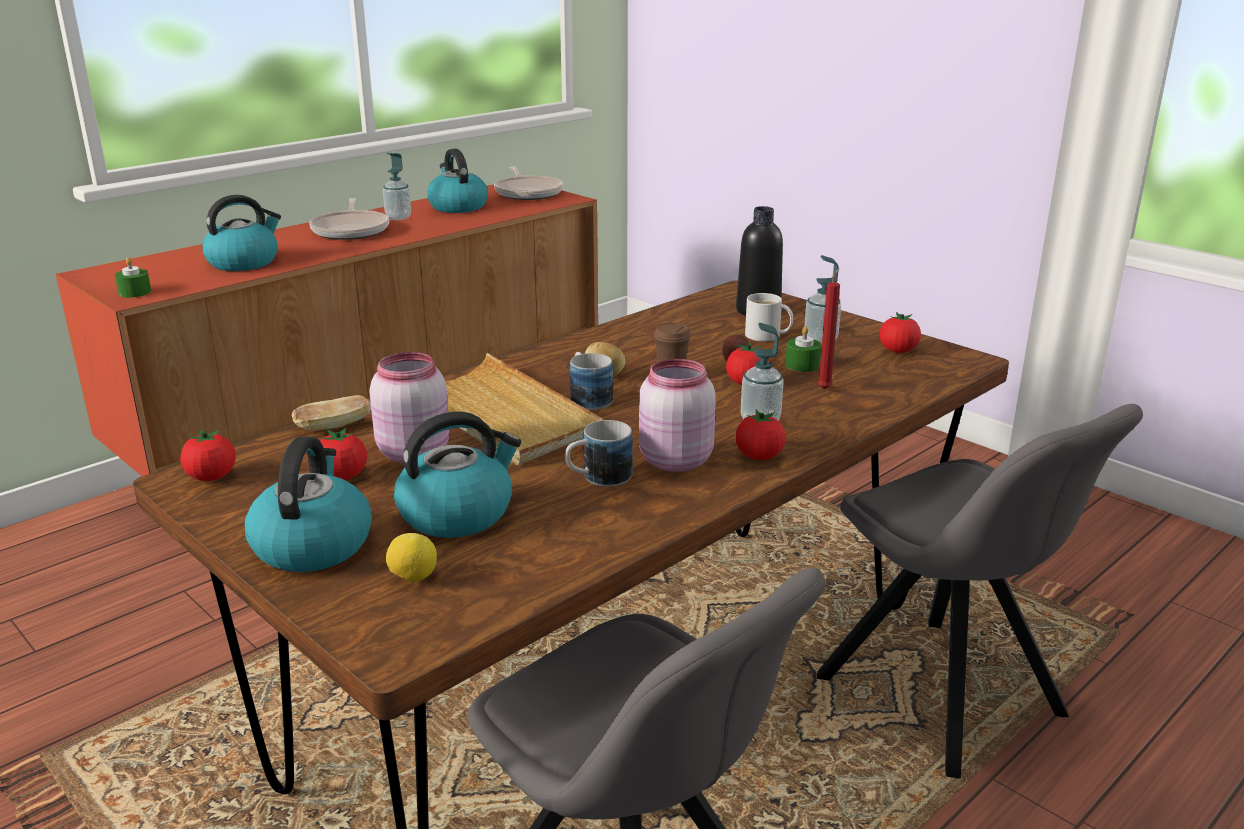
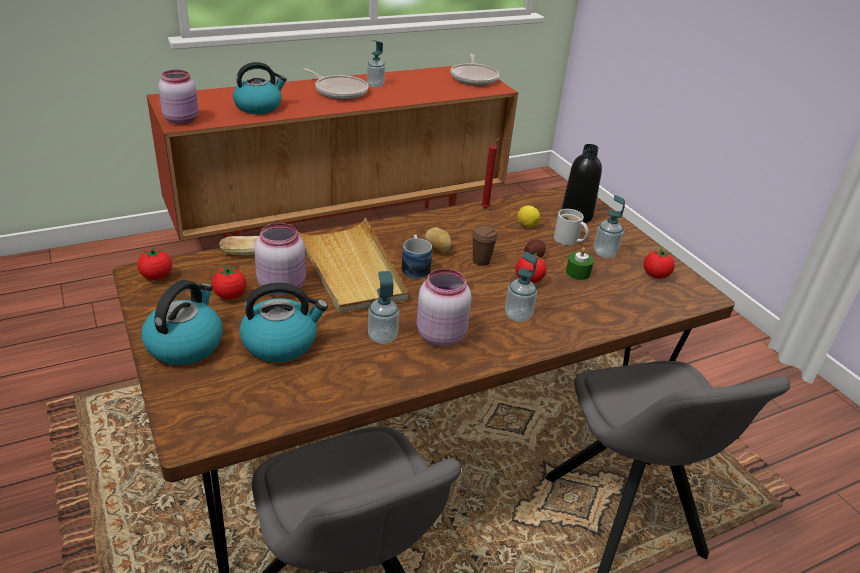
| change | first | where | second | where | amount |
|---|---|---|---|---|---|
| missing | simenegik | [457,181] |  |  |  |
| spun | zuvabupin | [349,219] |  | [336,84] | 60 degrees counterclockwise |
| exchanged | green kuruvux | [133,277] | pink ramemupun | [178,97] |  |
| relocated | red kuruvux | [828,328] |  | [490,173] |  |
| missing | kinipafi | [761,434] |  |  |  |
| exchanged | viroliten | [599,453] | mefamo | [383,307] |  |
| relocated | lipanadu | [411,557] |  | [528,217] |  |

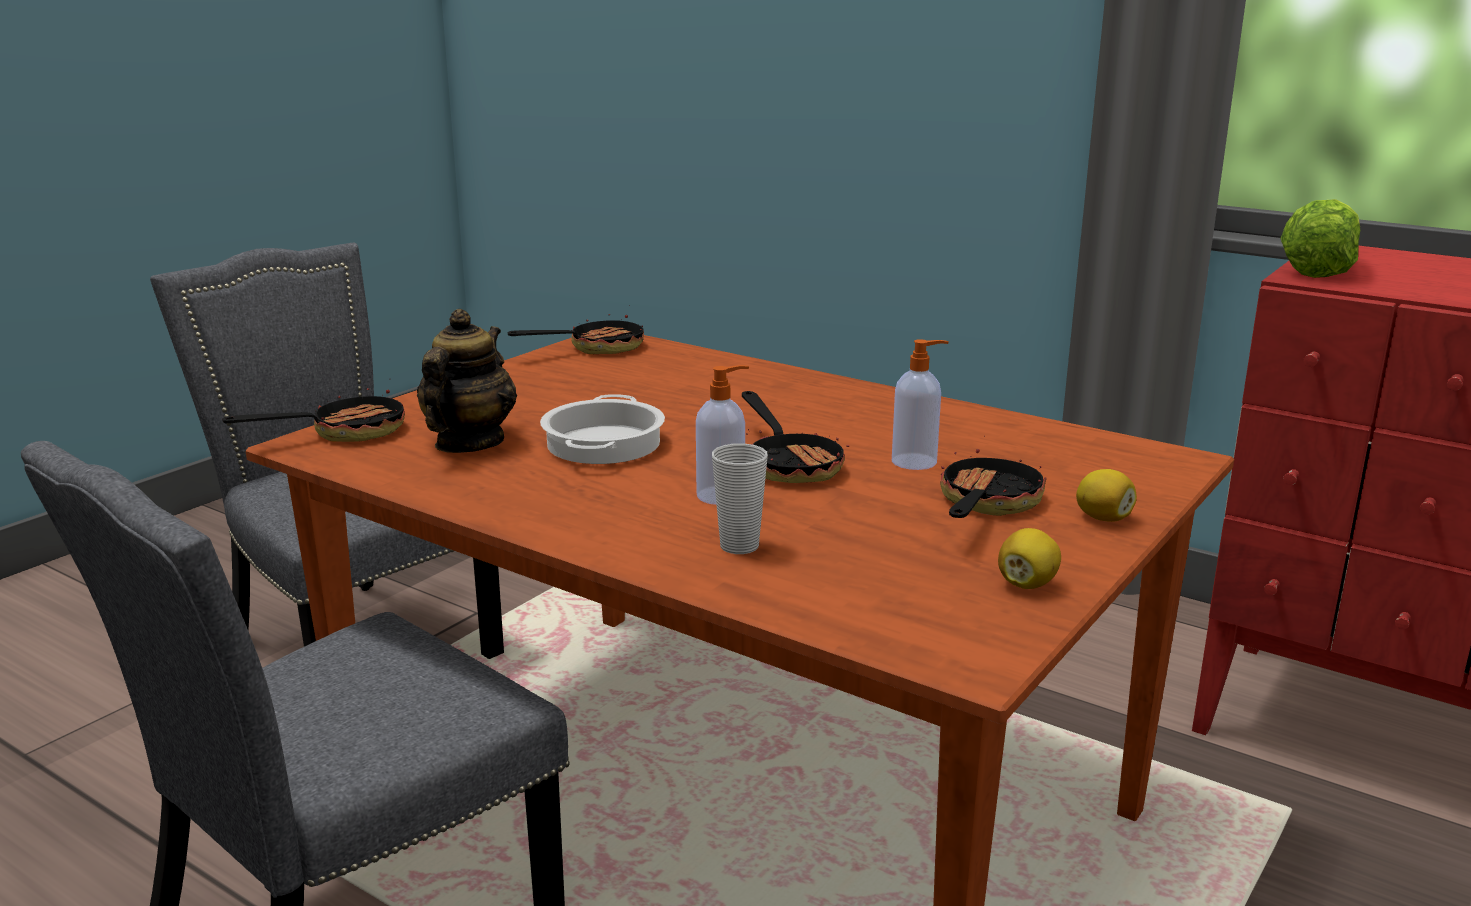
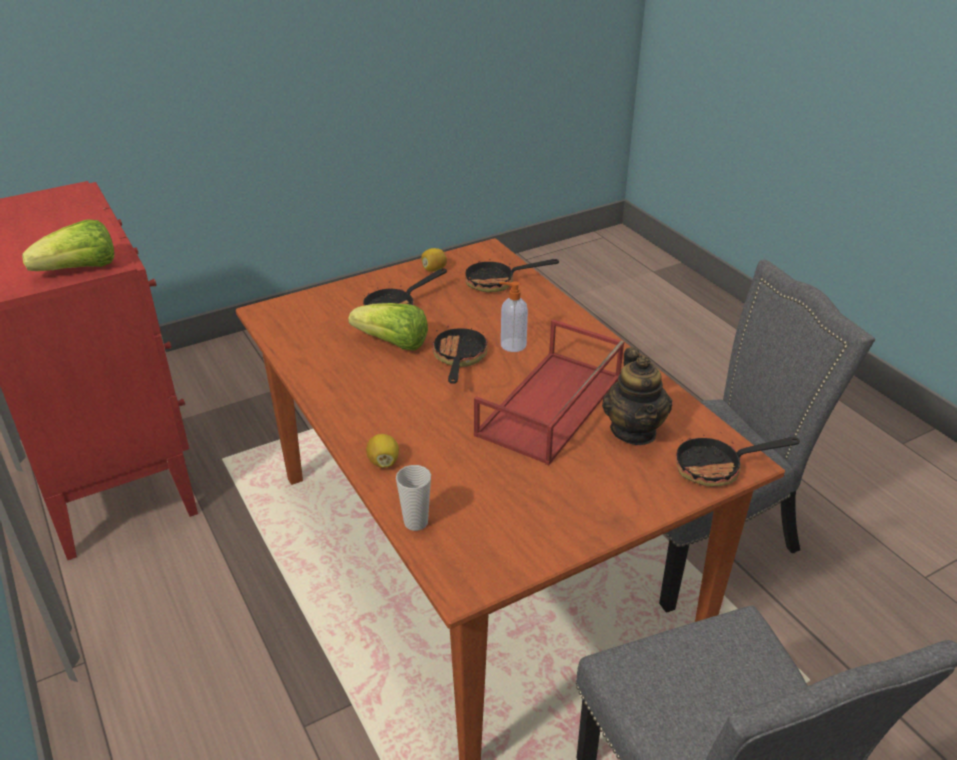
| change | first | where | second | where | amount |
|---|---|---|---|---|---|
| relocated | zuvabupin | [576,329] |  | [512,274] |  |
| spun | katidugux | [467,381] |  | [637,396] | 45 degrees counterclockwise |
| exchanged | mefamo | [920,404] | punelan | [388,327] |  |
| exchanged | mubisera | [602,429] | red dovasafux | [549,392] |  |
| relocated | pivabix | [740,498] |  | [413,498] |  |
| relocated | lipanadu | [1106,495] |  | [382,451] |  |

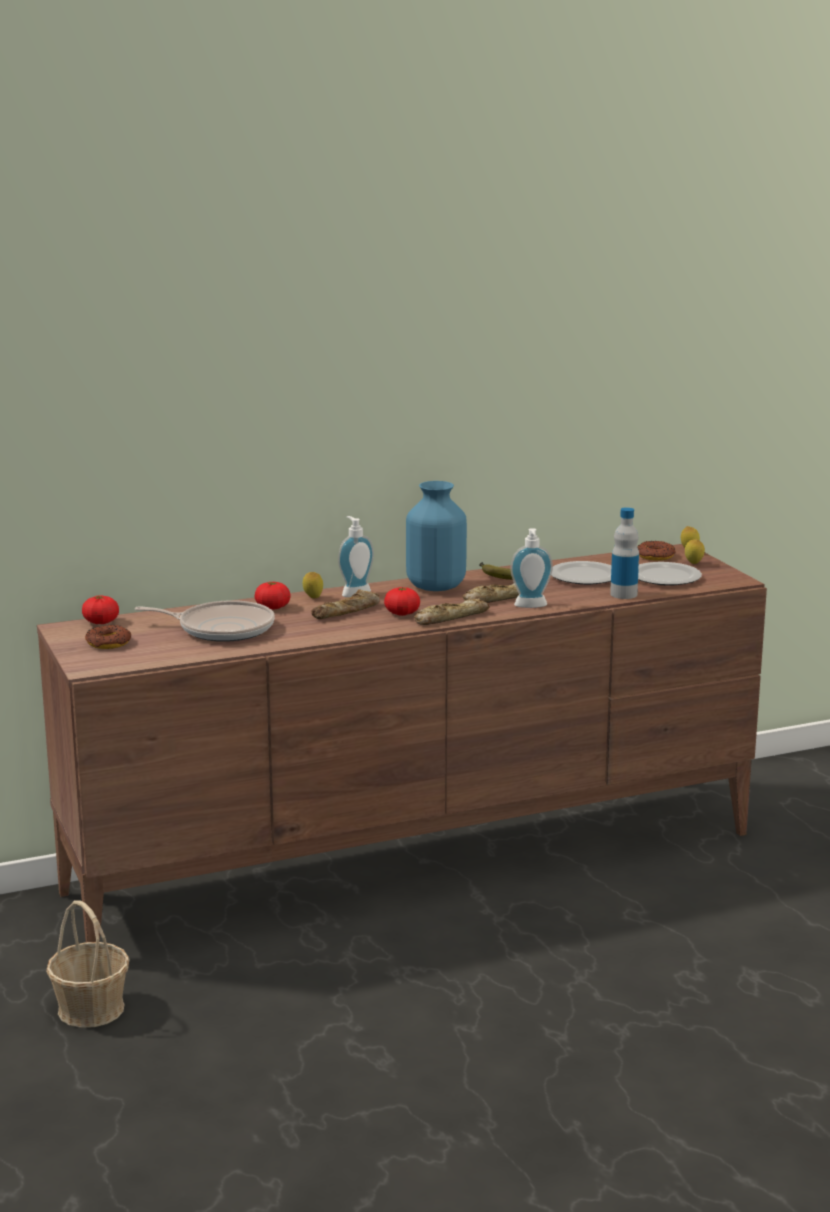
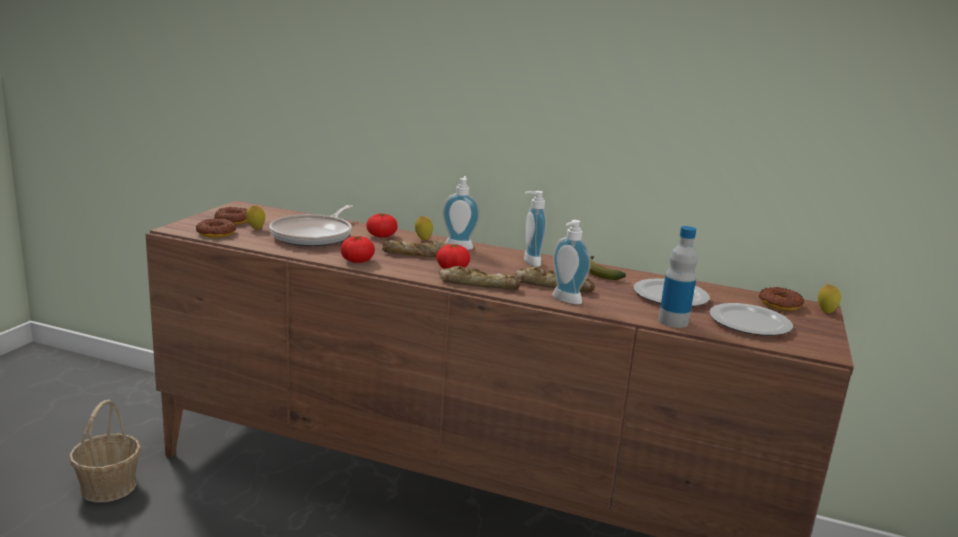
| change | first | where | second | where | amount |
|---|---|---|---|---|---|
| exchanged | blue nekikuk | [436,536] | mefamo | [535,229] |  |
| relocated | lipanadu | [695,551] |  | [255,217] |  |
| relocated | kinipafi | [100,609] |  | [357,249] |  |
| spun | zuvabupin | [205,621] |  | [311,225] | 60 degrees clockwise |
| appeared |  |  | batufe | [216,228] |  |

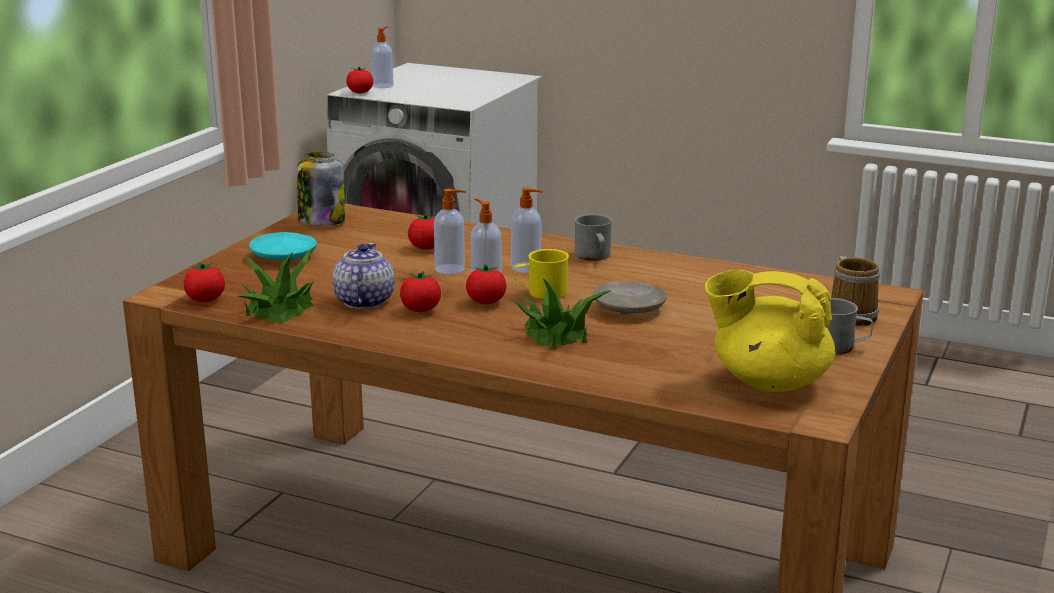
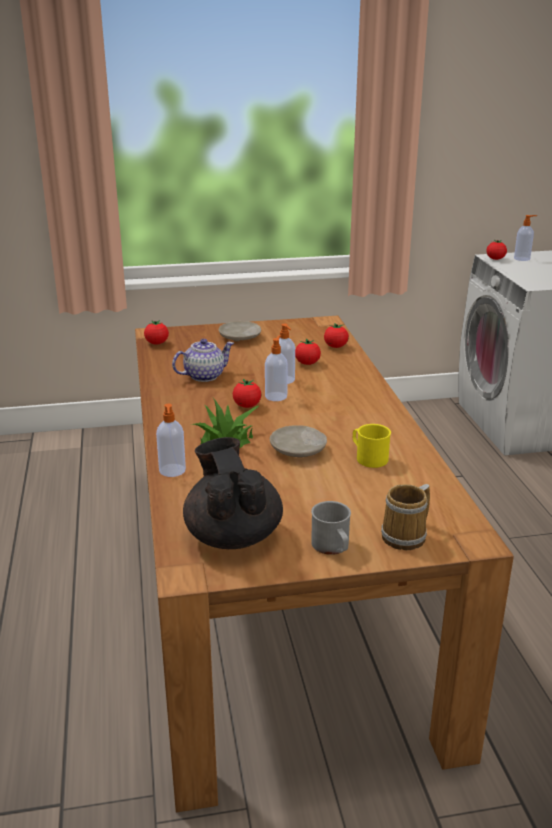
| change | first | where | second | where | amount |
|---|---|---|---|---|---|
| missing | ramemupun | [321,189] |  |  |  |
| relocated | mefamo | [527,230] |  | [171,440] |  |
| missing | grey viroliten | [593,237] |  |  |  |
| colour | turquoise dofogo | [283,247] | beige dofogo | [240,331] |  |
| missing | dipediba | [275,285] |  |  |  |
| relocated | yellow viroliten | [541,274] |  | [372,446] |  |
| colour | yellow katidugux | [770,331] | black katidugux | [233,493] |  |
| relocated | kinipafi | [420,291] |  | [336,335] |  |

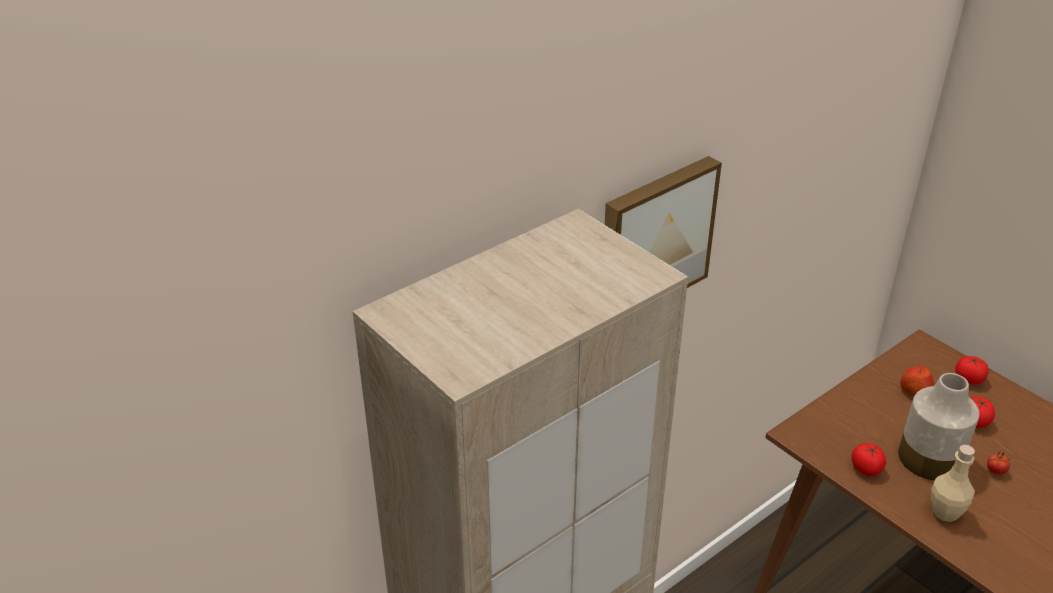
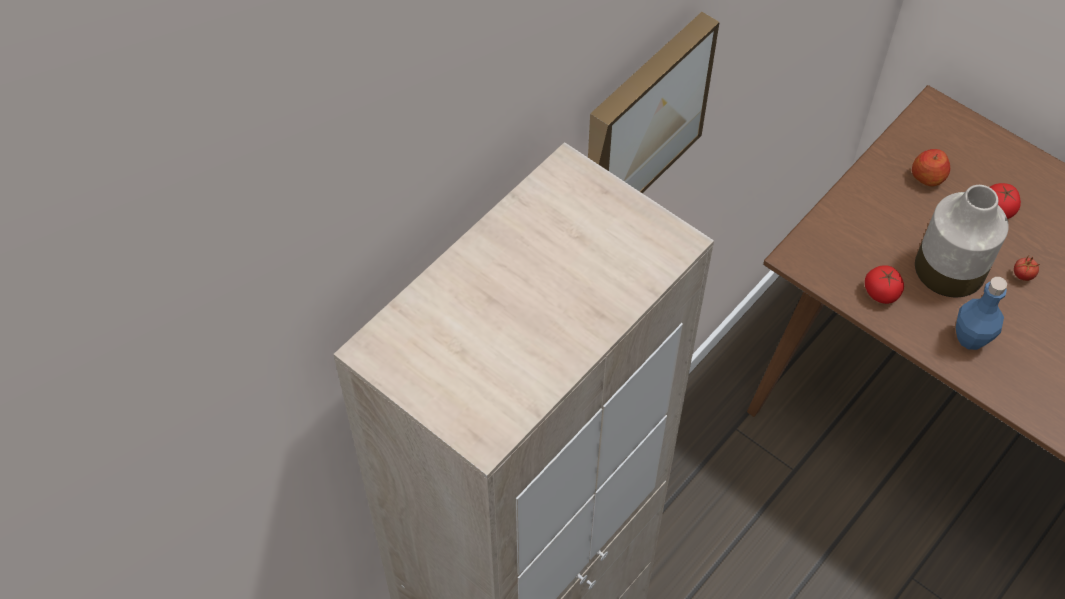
| change | first | where | second | where | amount |
|---|---|---|---|---|---|
| missing | kinipafi | [972,370] |  |  |  |
| colour | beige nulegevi | [953,483] | blue nulegevi | [981,313] |  |

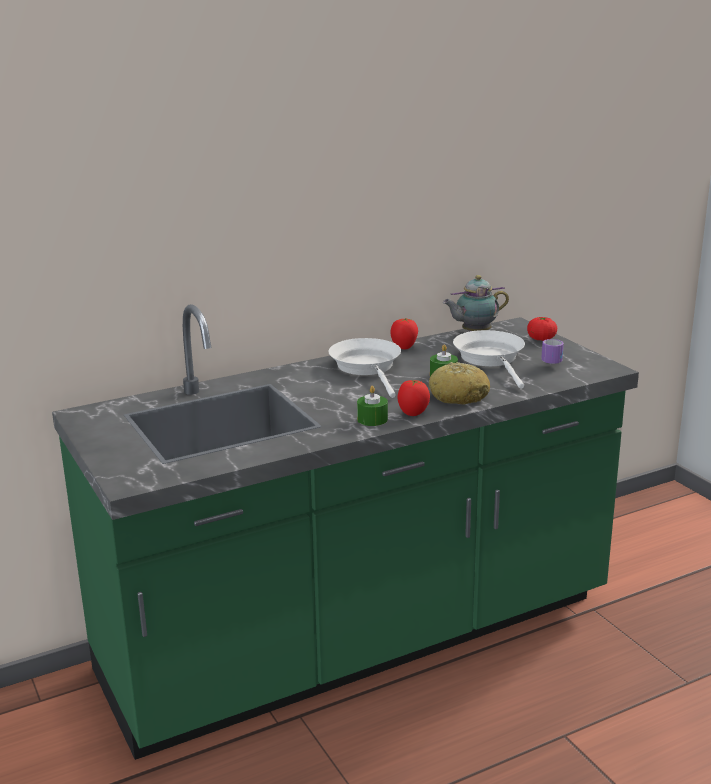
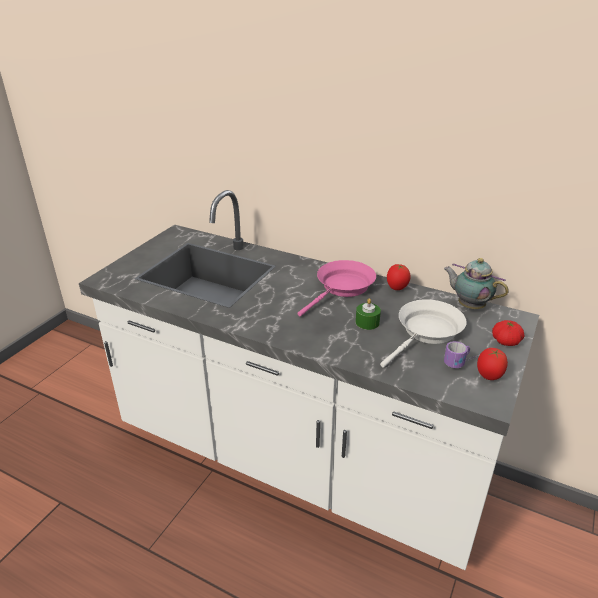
| change | first | where | second | where | amount |
|---|---|---|---|---|---|
| colour | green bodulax | [345,532] | white bodulax | [309,380] |  |
| colour | white zuvabupin | [364,368] | pink zuvabupin | [337,288] |  |
| missing | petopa | [459,383] |  |  |  |
| relocated | kinipafi | [414,398] |  | [492,364] |  |
| missing | green kuruvux | [372,406] |  |  |  |

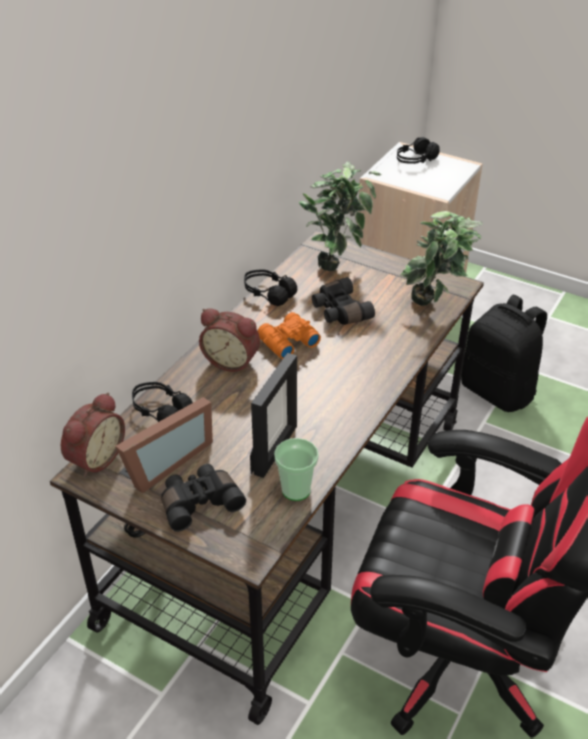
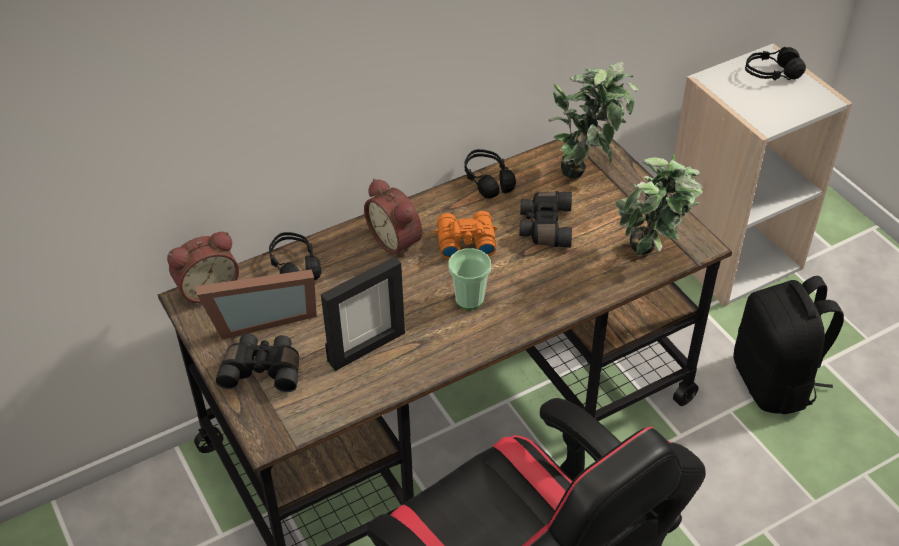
| change | first | where | second | where | amount |
|---|---|---|---|---|---|
| relocated | pivabix | [296,469] |  | [469,279] |  |

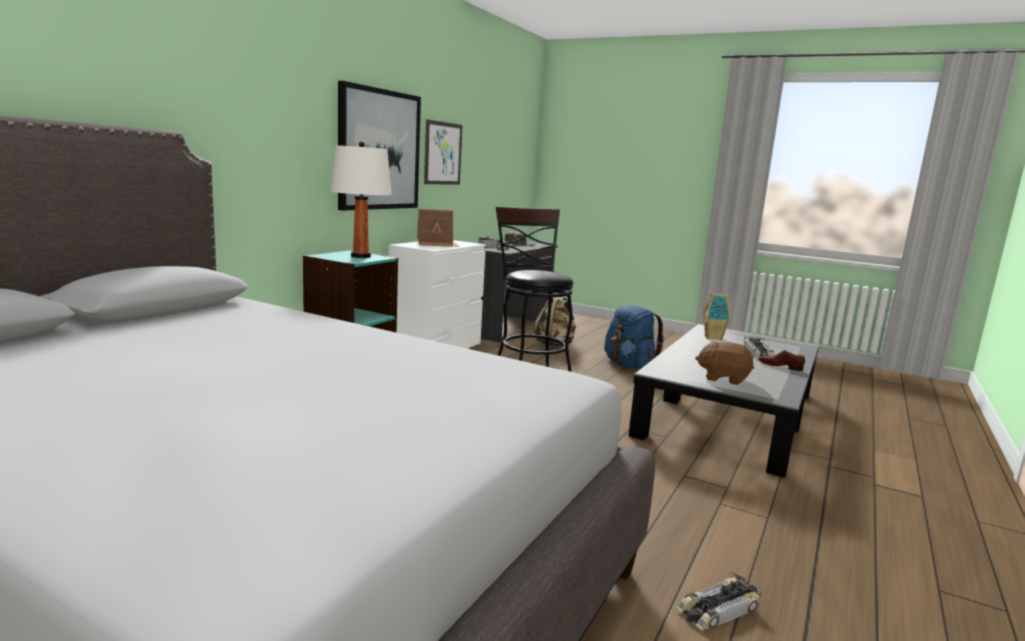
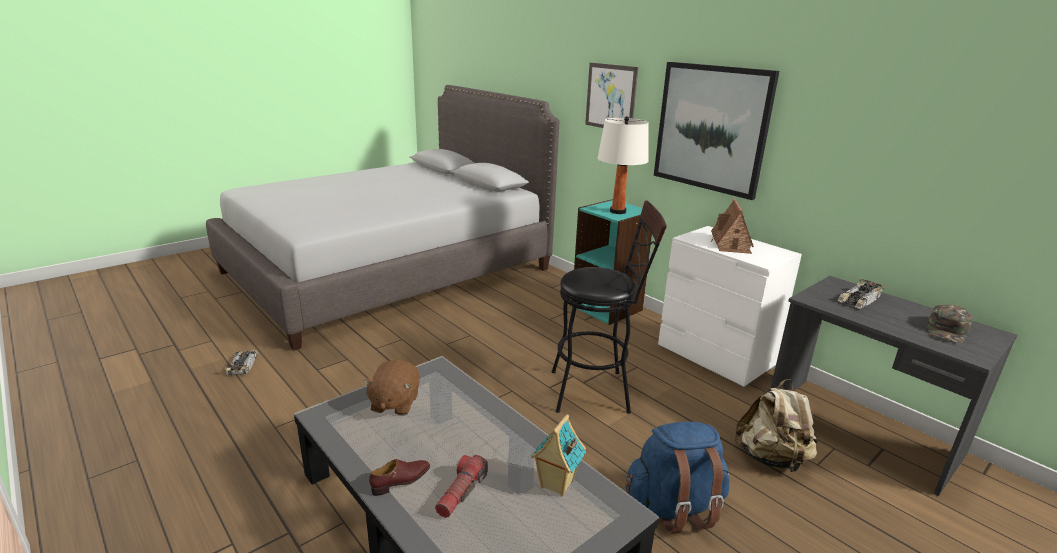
| change | first | where | second | where | amount |
|---|---|---|---|---|---|
| relocated | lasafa | [443,152] |  | [611,95] |  |
| exchanged | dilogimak | [759,347] | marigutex | [461,486] |  |
| spun | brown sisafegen | [724,363] |  | [391,388] | 150 degrees clockwise |

